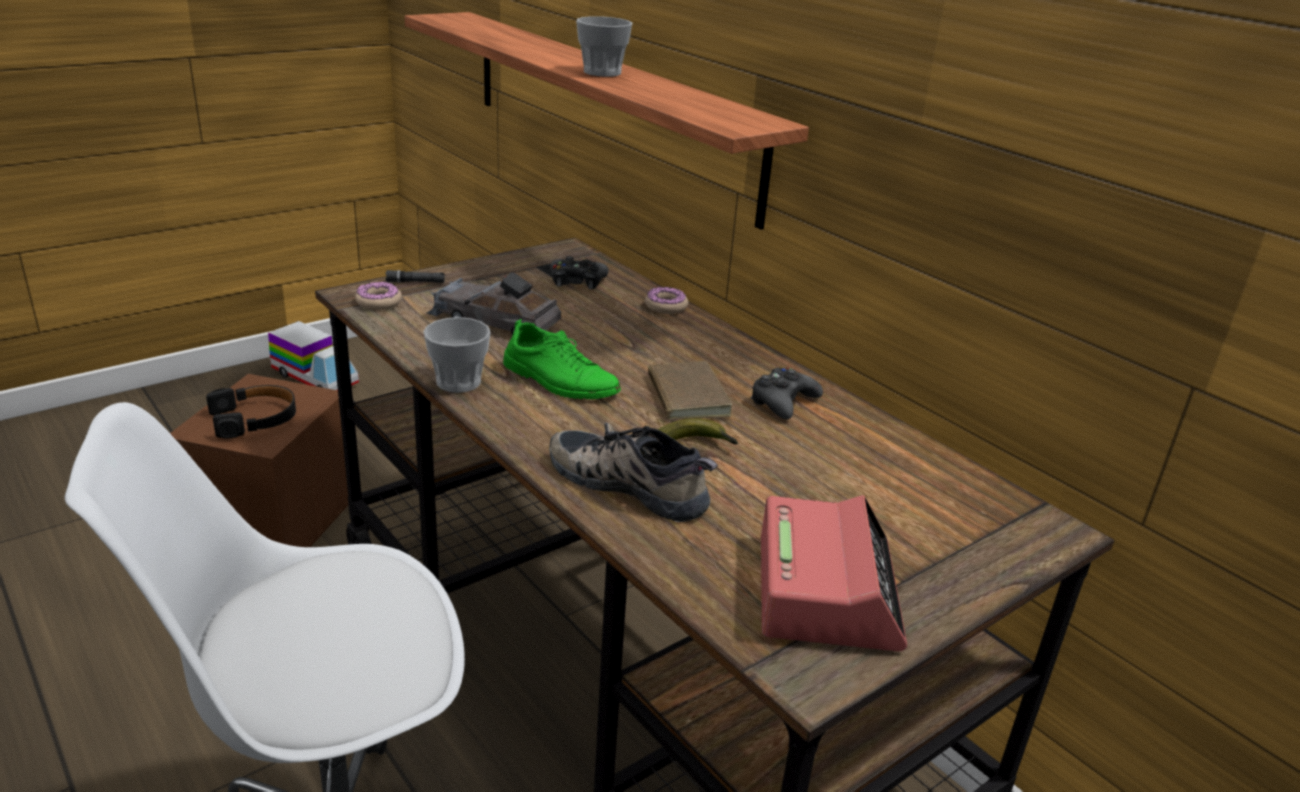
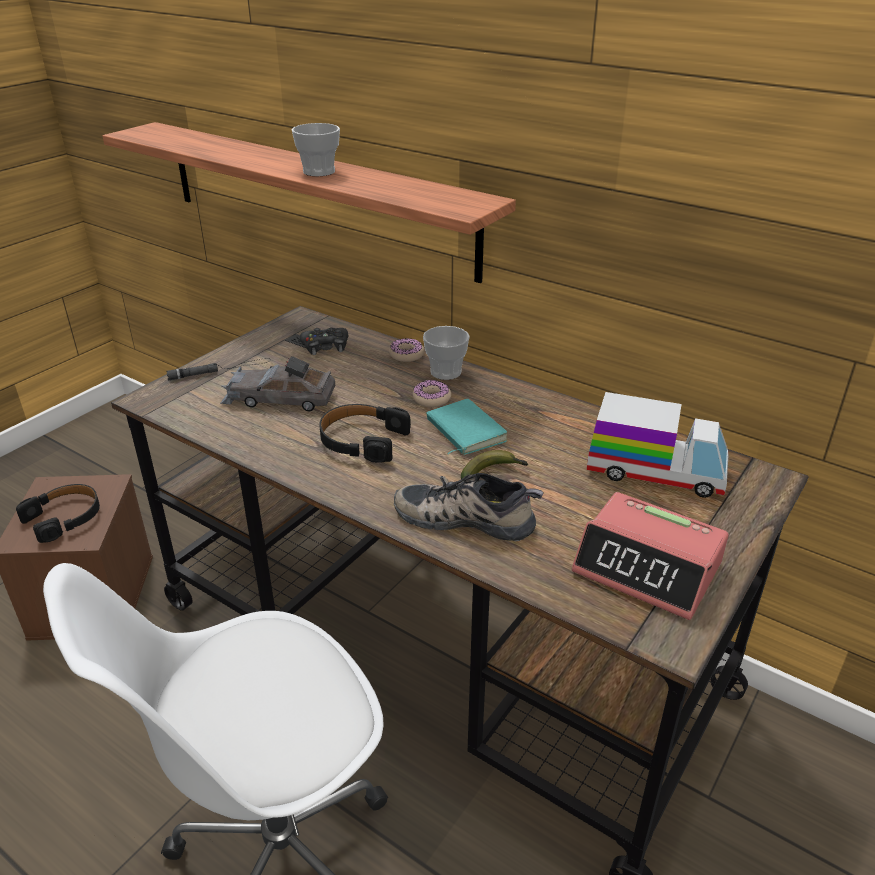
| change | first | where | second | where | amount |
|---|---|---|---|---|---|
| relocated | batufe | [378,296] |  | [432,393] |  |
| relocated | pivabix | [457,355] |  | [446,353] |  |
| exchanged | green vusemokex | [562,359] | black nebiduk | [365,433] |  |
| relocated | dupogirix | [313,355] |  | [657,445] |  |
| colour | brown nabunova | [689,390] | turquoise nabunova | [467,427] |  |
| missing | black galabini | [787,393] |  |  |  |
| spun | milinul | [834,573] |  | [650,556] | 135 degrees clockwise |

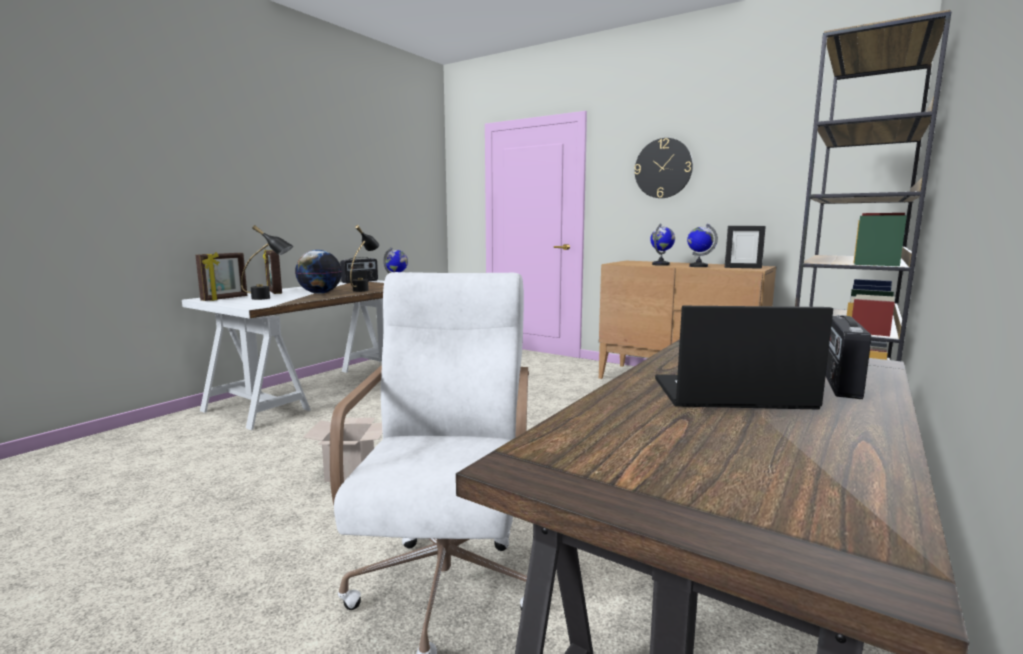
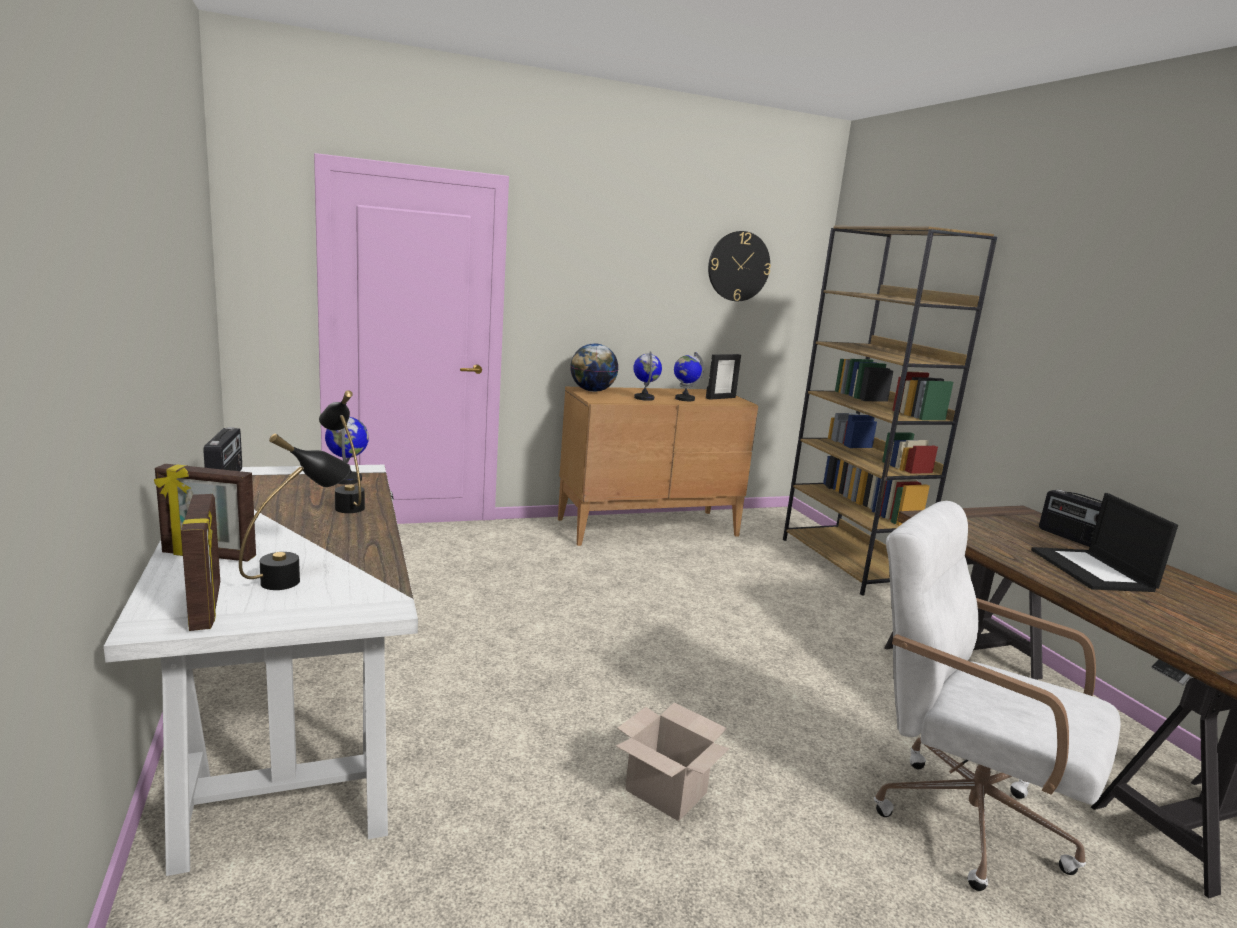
| change | first | where | second | where | amount |
|---|---|---|---|---|---|
| relocated | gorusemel | [663,168] |  | [739,266] |  |
| relocated | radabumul | [318,272] |  | [594,367] |  |
| spun | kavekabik | [744,357] |  | [1104,542] | 45 degrees counterclockwise |

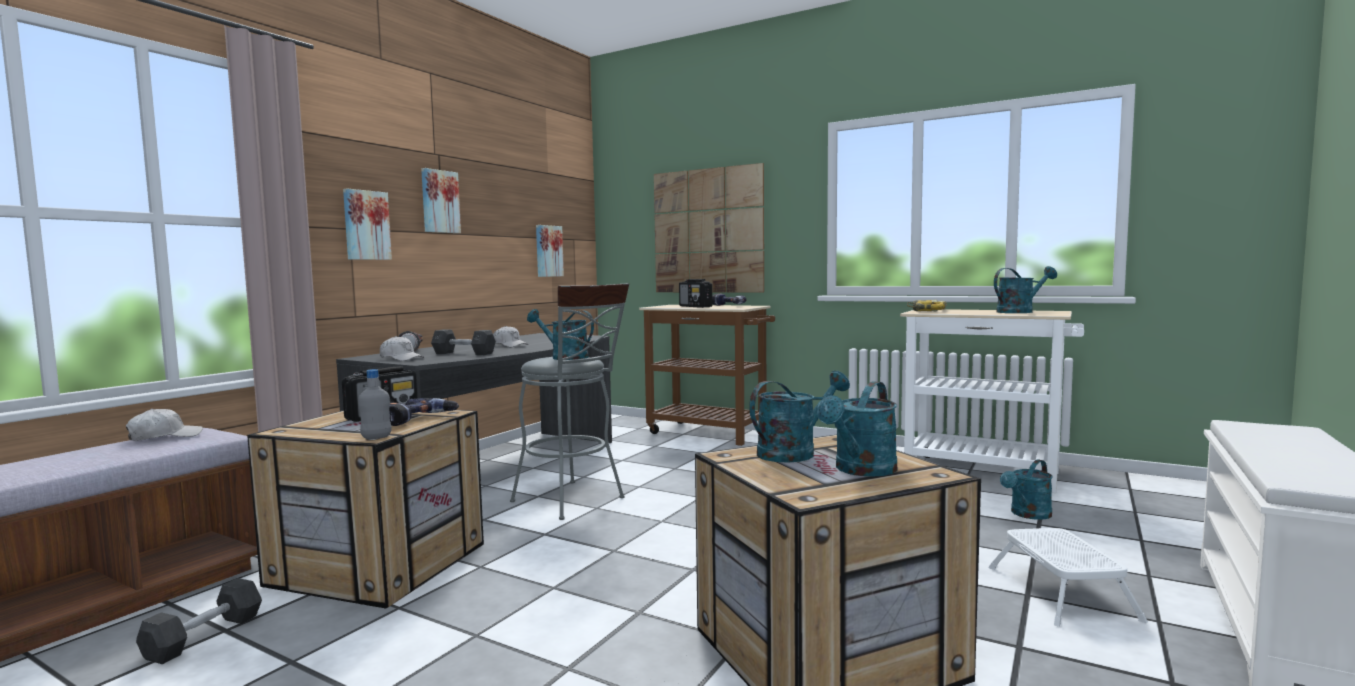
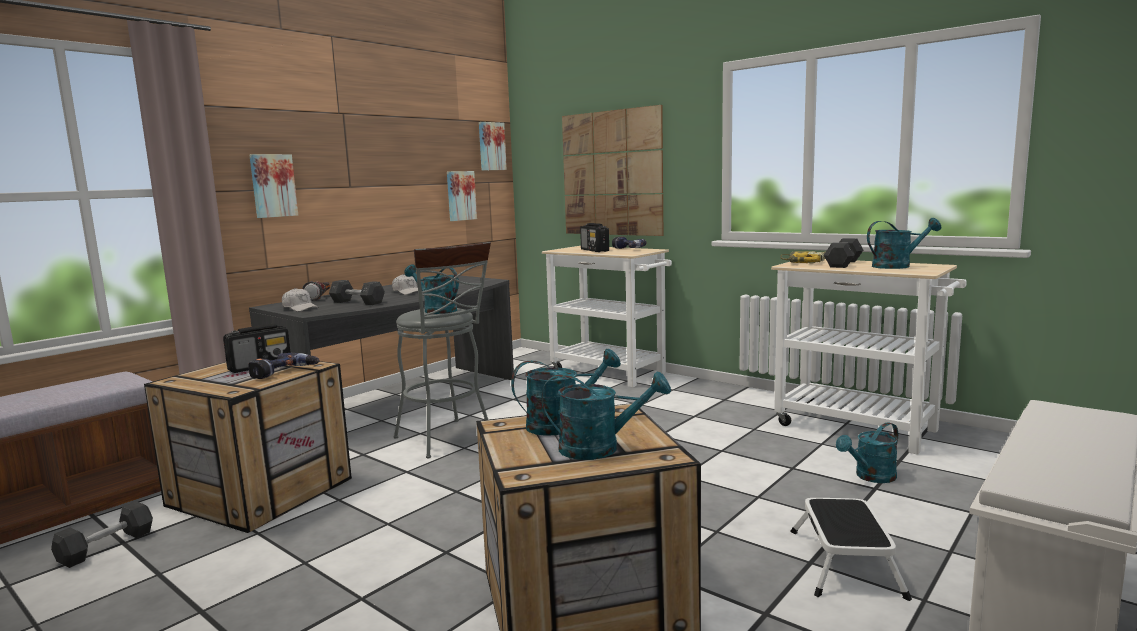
| change | first | where | second | where | amount |
|---|---|---|---|---|---|
| relocated | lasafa | [441,200] |  | [493,146] |  |
| colour | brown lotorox | [707,375] | white lotorox | [607,317] |  |
| missing | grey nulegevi | [375,404] |  |  |  |
| spun | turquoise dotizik | [857,429] |  | [606,415] | 135 degrees counterclockwise |
| missing | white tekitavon | [164,425] |  |  |  |
| colour | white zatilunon | [1068,577] | black zatilunon | [851,549] |  |
| appeared |  |  | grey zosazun | [843,253] |  |

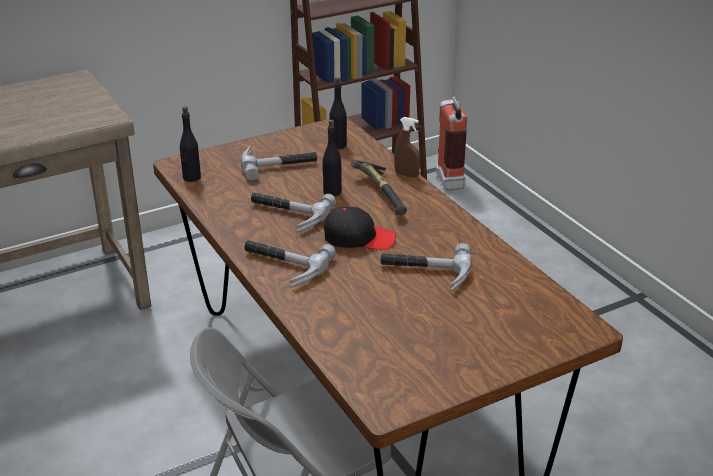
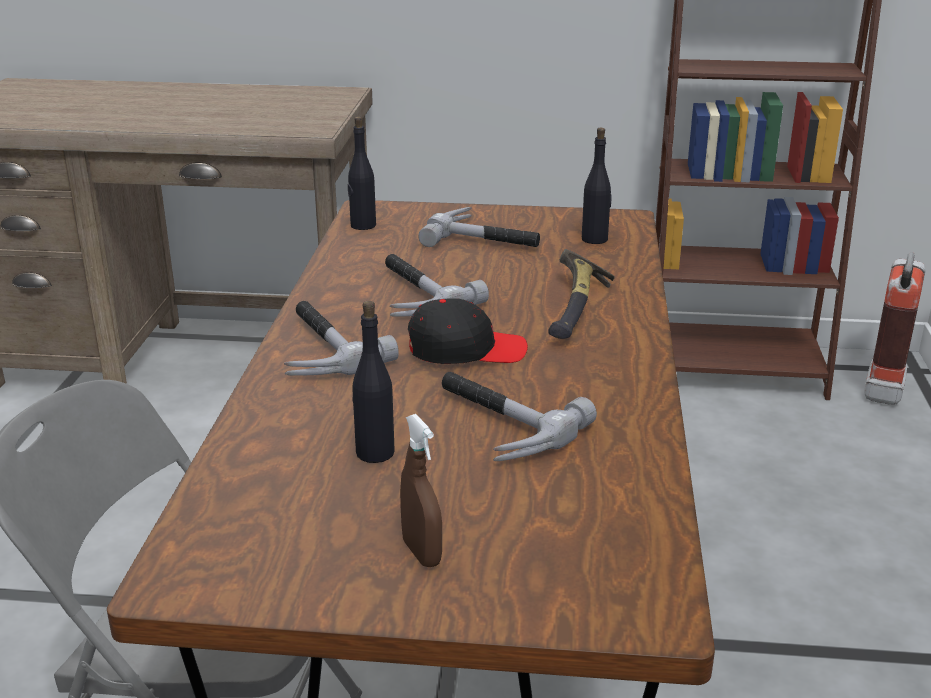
| change | first | where | second | where | amount |
|---|---|---|---|---|---|
| relocated | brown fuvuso | [407,147] |  | [421,490] |  |
| relocated | black nulegevi | [332,158] |  | [373,382] |  |
| spun | black tekitavon | [360,228] |  | [468,331] | 45 degrees counterclockwise |

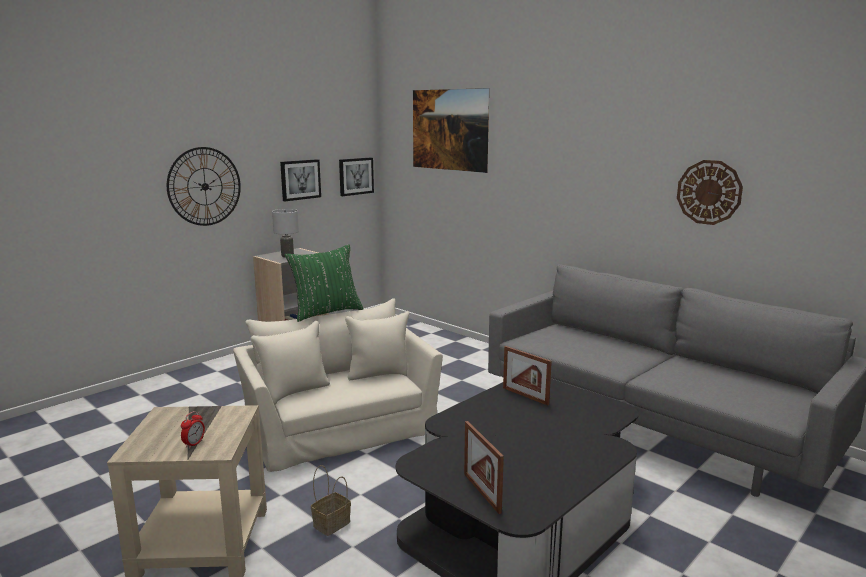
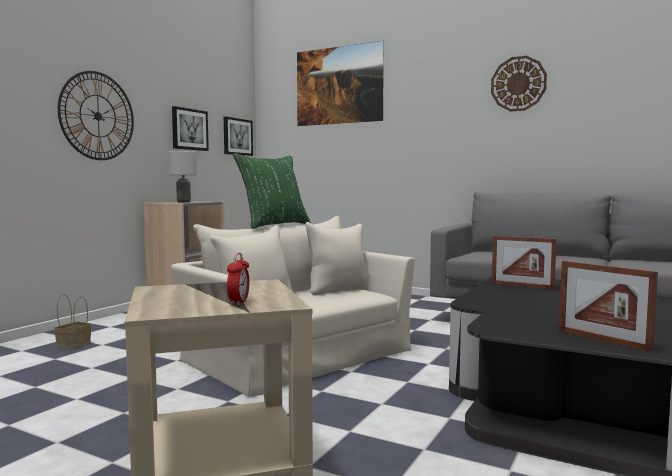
| change | first | where | second | where | amount |
|---|---|---|---|---|---|
| relocated | gorusemel | [710,192] |  | [519,84] |  |
| relocated | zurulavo | [331,500] |  | [72,322] |  |

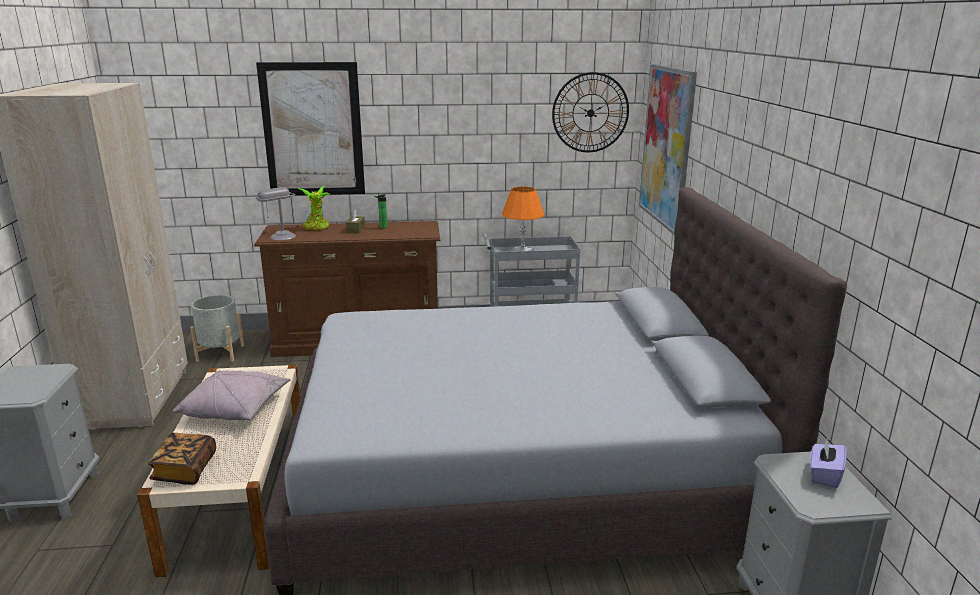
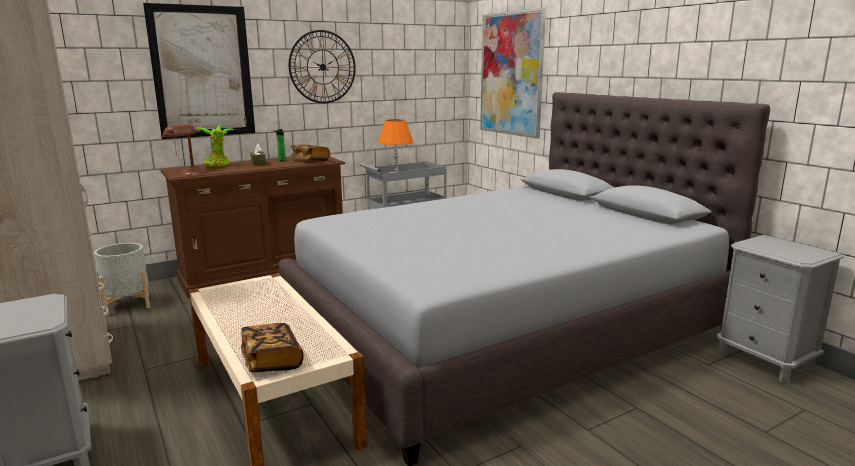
| change | first | where | second | where | amount |
|---|---|---|---|---|---|
| relocated | gorusemel | [590,112] |  | [322,66] |  |
| colour | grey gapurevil | [276,213] | brown gapurevil | [184,149] |  |
| missing | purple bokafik | [232,395] |  |  |  |
| missing | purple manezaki | [828,463] |  |  |  |
| appeared |  |  | nabunova | [310,152] |  |

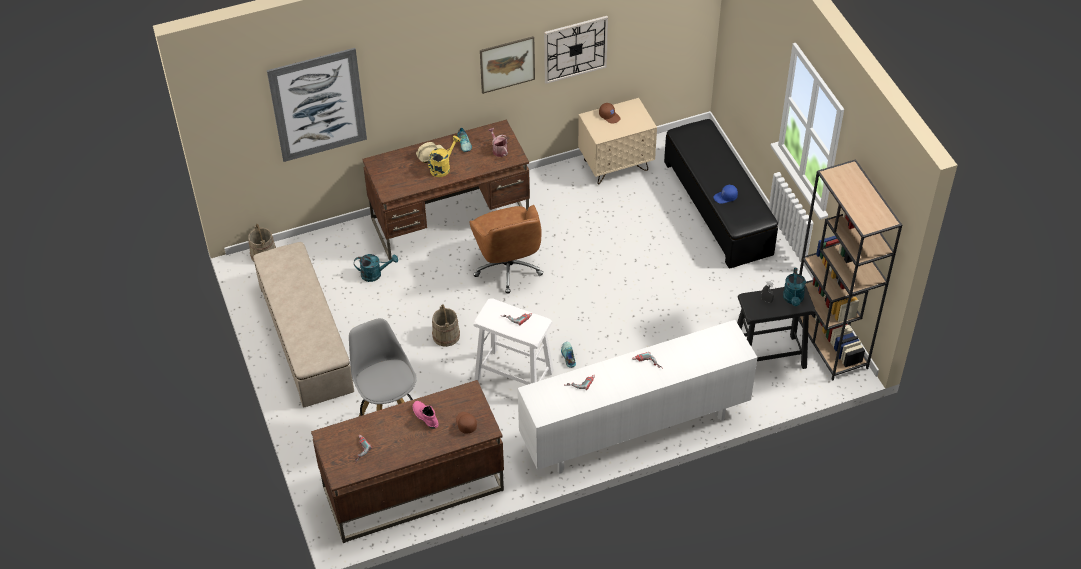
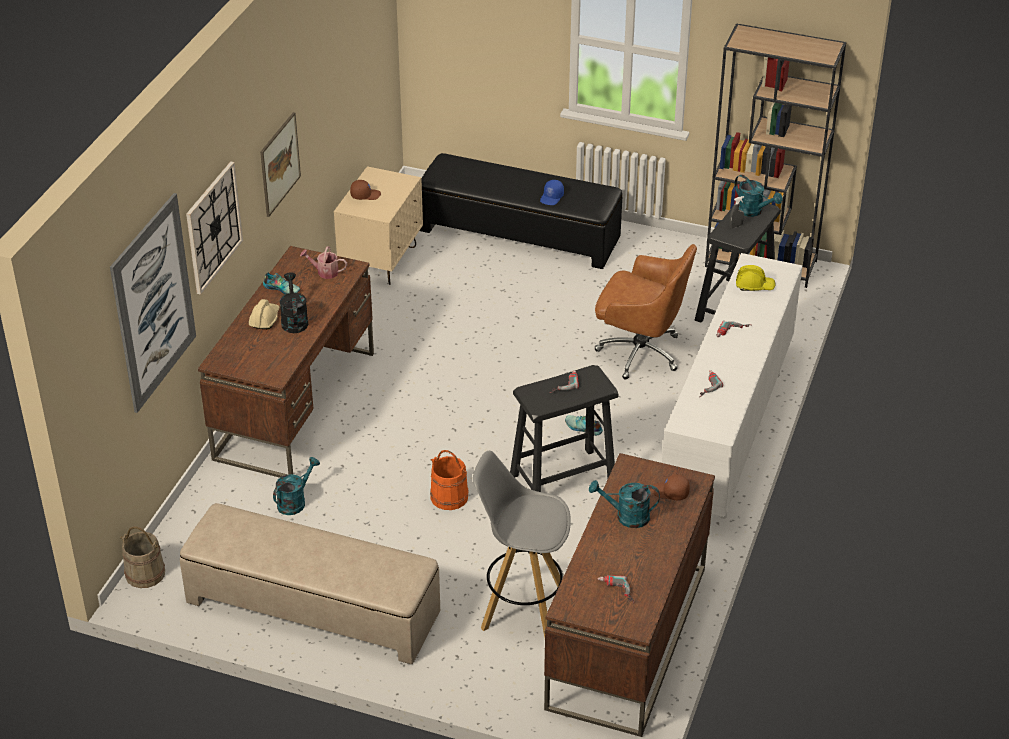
| change | first | where | second | where | amount |
|---|---|---|---|---|---|
| relocated | gorusemel | [576,50] |  | [214,228] |  |
| colour | yellow dotizik | [444,156] | black dotizik | [294,302] |  |
| relocated | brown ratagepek | [506,249] |  | [646,311] |  |
| colour | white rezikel | [513,341] | black rezikel | [564,428] |  |
| colour | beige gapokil | [446,325] | orange gapokil | [449,480] |  |
| exchanged | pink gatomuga | [426,415] | turquoise dotizik | [624,504] |  |
| appeared |  |  | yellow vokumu | [755,278] |  |

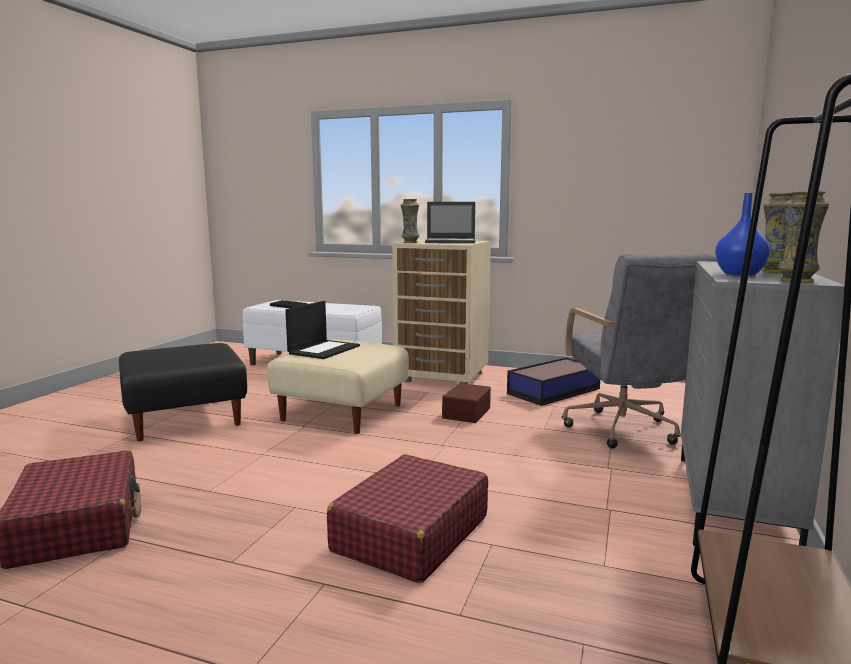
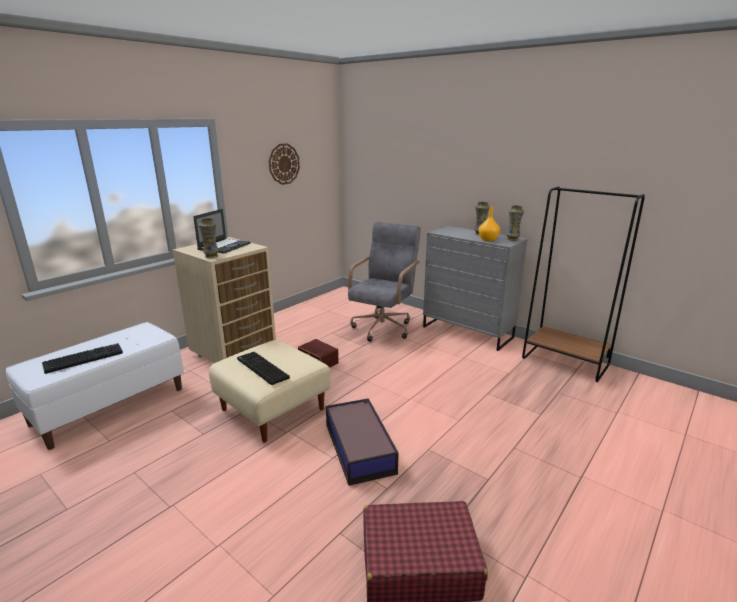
| change | first | where | second | where | amount |
|---|---|---|---|---|---|
| colour | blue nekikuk | [743,234] | orange nekikuk | [489,223] |  |
| spun | grey ratagepek | [639,351] |  | [384,282] | 75 degrees counterclockwise |
| exchanged | kavekabik | [322,330] | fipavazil | [263,368] |  |
| missing | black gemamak | [183,392] |  |  |  |
| relocated | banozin | [553,381] |  | [362,442] |  |
| missing | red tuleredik | [407,518] |  |  |  |
| appeared |  |  | gorusemel | [284,164] |  |

